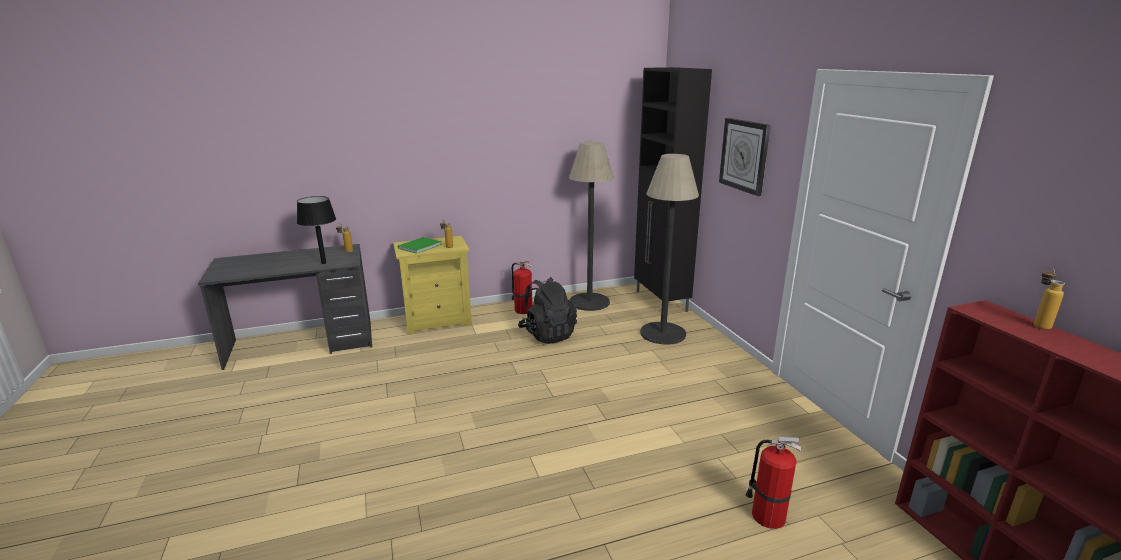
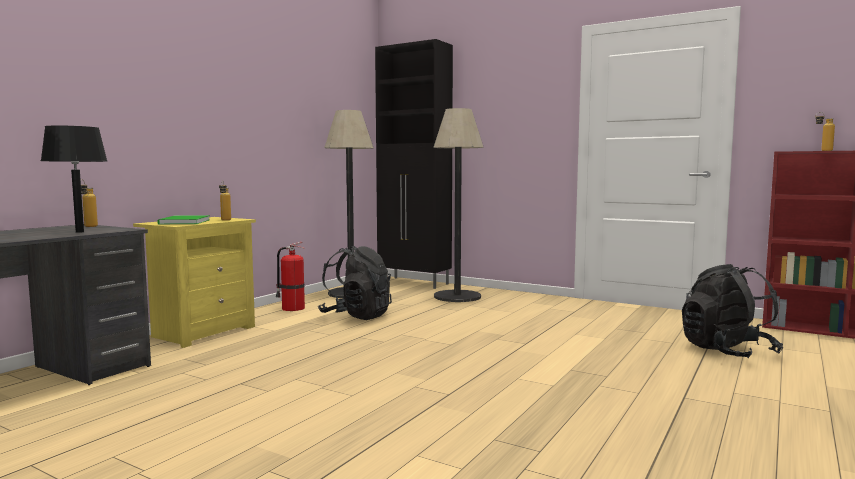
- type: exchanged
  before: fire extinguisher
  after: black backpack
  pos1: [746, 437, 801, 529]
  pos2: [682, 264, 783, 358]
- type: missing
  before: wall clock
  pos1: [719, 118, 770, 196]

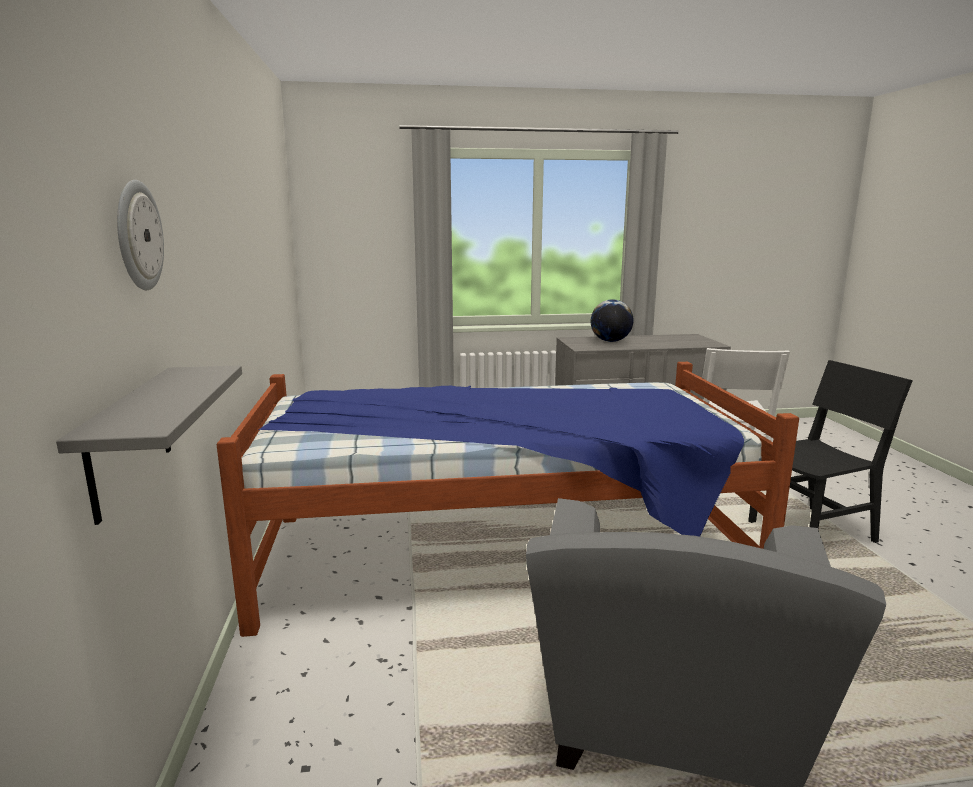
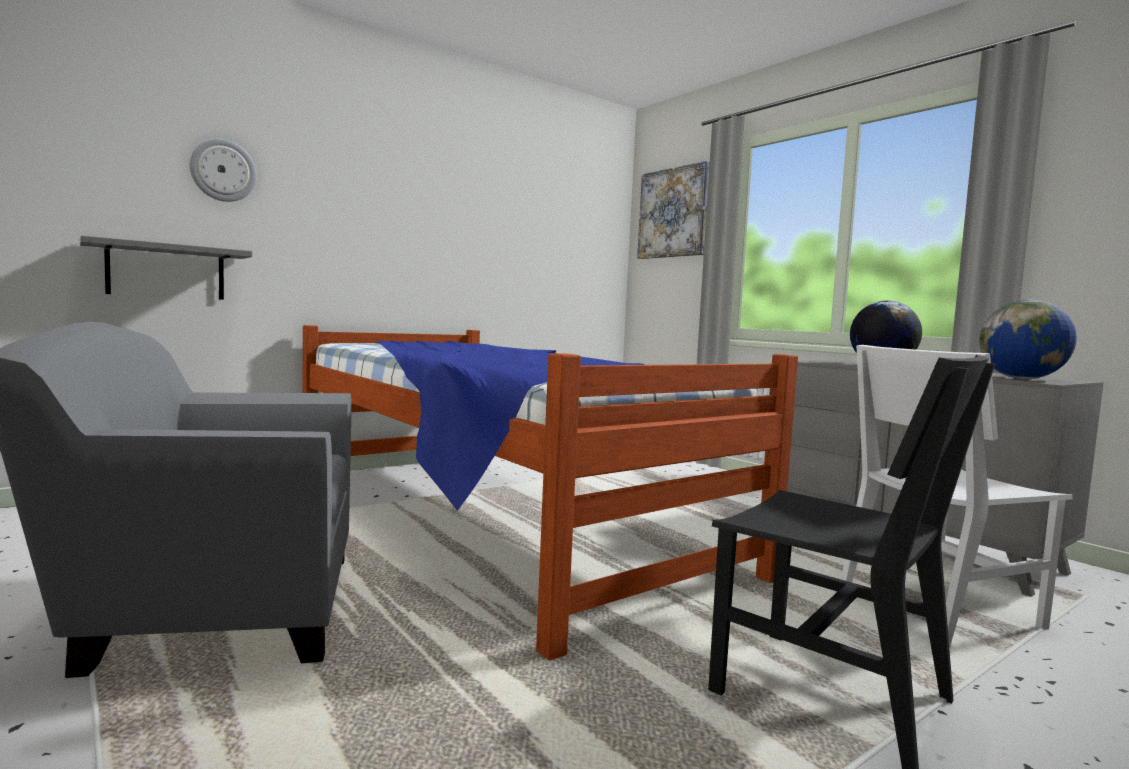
- type: appeared
  after: picture
  pos2: [637, 161, 710, 259]
- type: appeared
  after: globe
  pos2: [979, 300, 1077, 379]

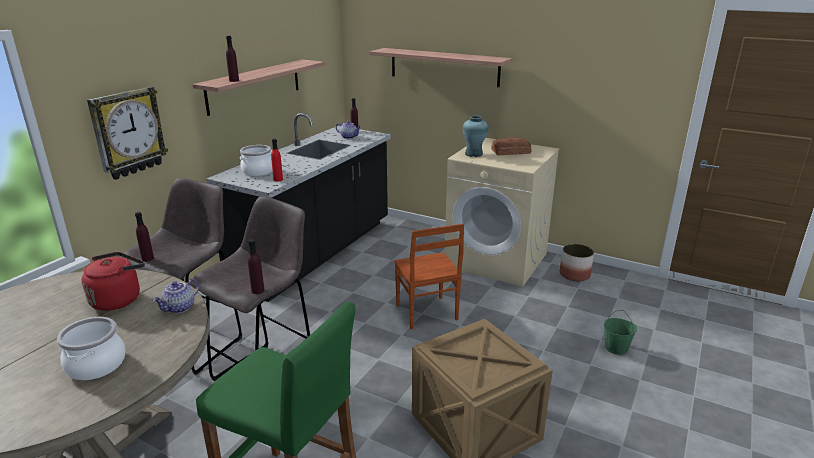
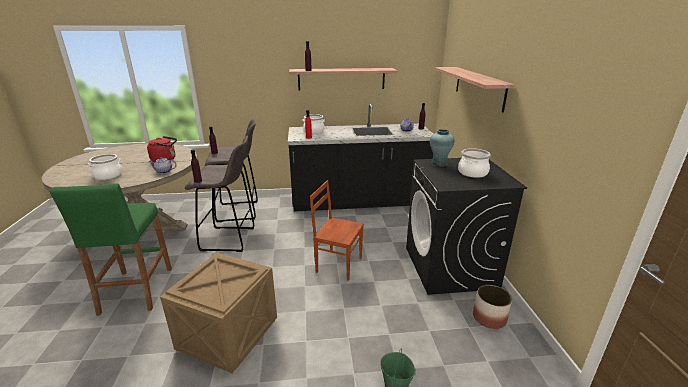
- type: spun
  before: brown chair
  pos1: [394, 224, 464, 329]
  pos2: [310, 180, 364, 281]
  turn: 75
- type: colour
  before: beige washing machine
  after: black washing machine
  pos1: [445, 138, 560, 287]
  pos2: [406, 158, 527, 295]
- type: exchanged
  before: bread
  after: cooking pot
  pos1: [491, 137, 531, 155]
  pos2: [458, 148, 491, 178]
- type: missing
  before: wall clock
  pos1: [87, 86, 168, 180]

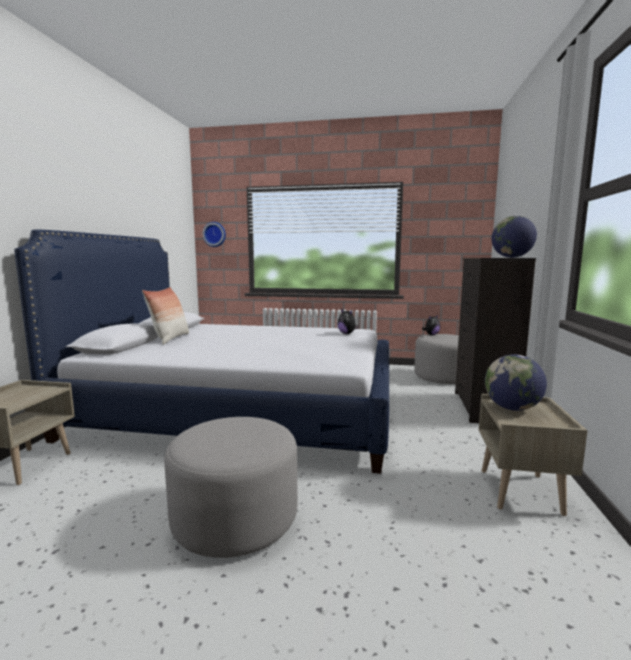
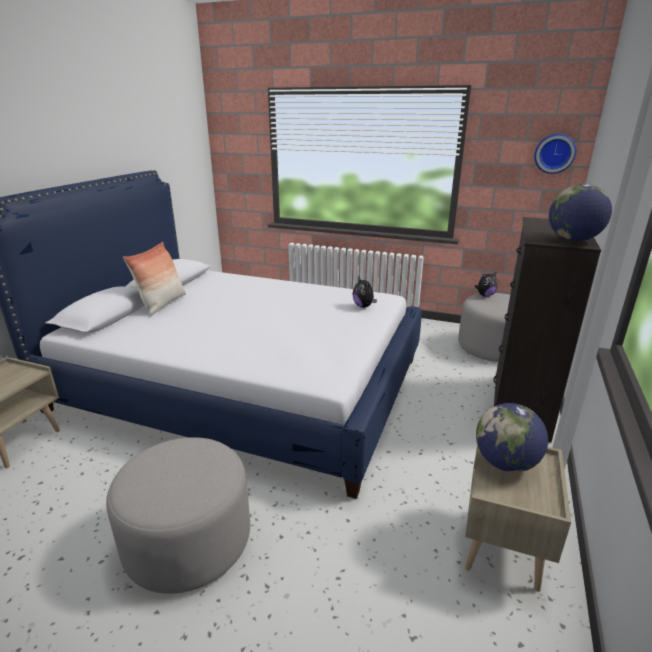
- type: relocated
  before: wall clock
  pos1: [202, 222, 226, 247]
  pos2: [534, 134, 576, 174]

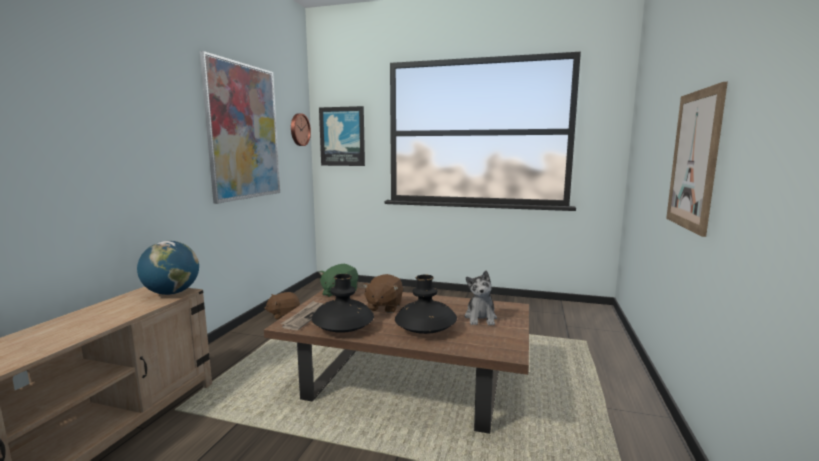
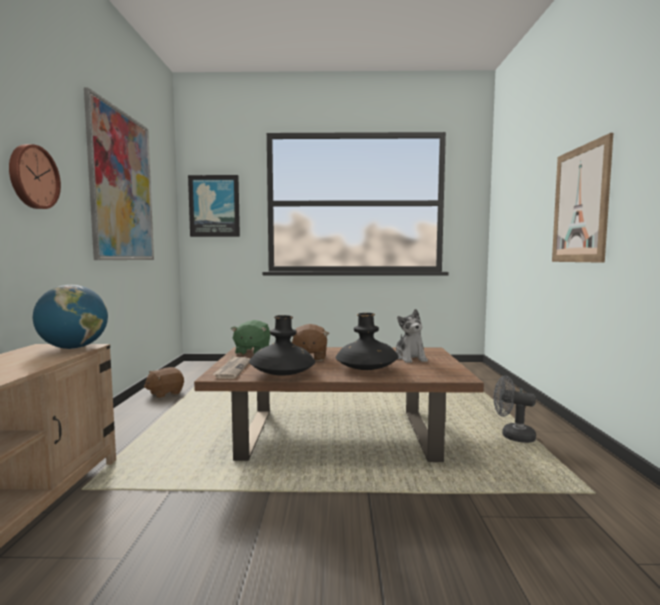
- type: relocated
  before: wall clock
  pos1: [291, 113, 311, 146]
  pos2: [9, 144, 61, 209]
- type: appeared
  after: grey fan
  pos2: [494, 376, 536, 443]

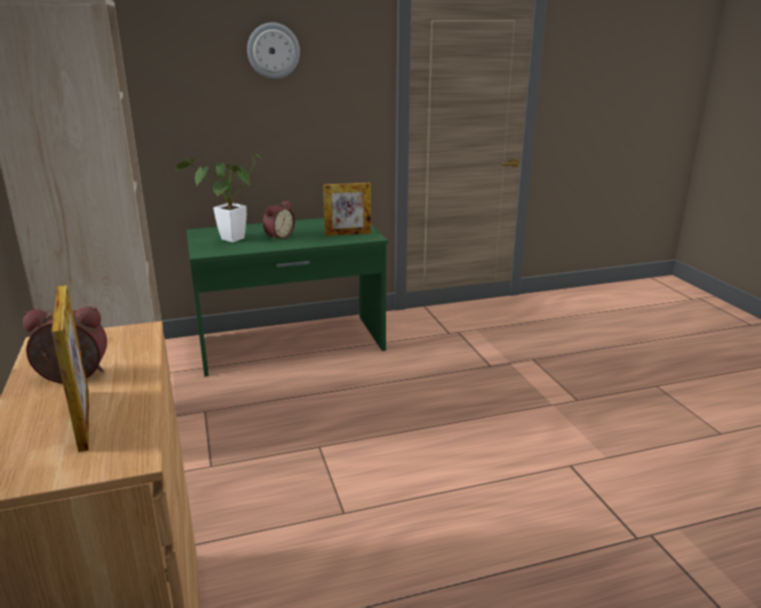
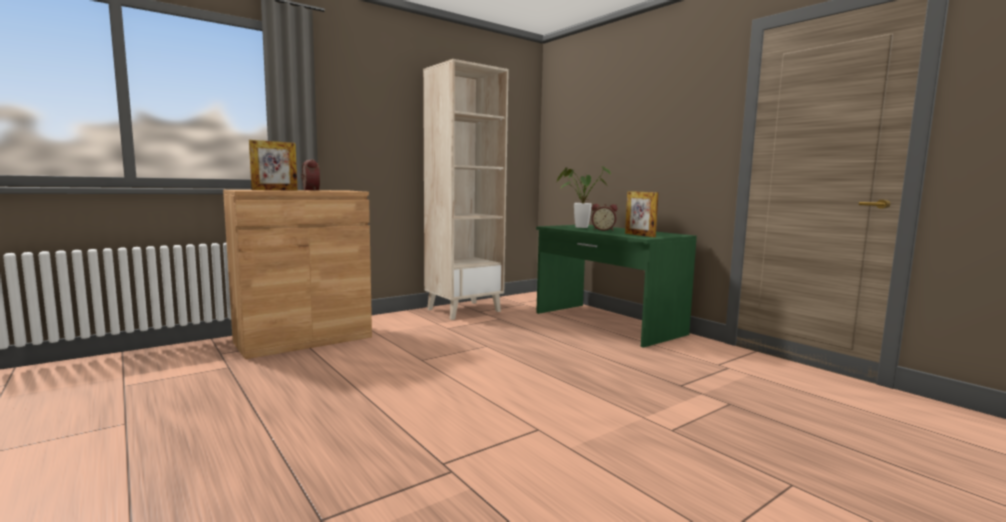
- type: missing
  before: wall clock
  pos1: [247, 22, 300, 79]

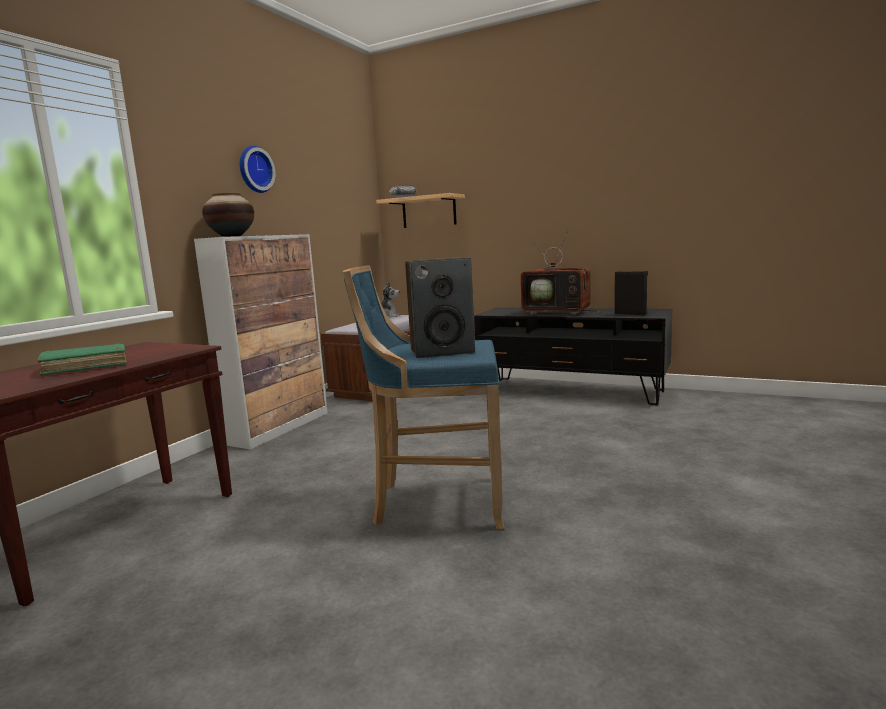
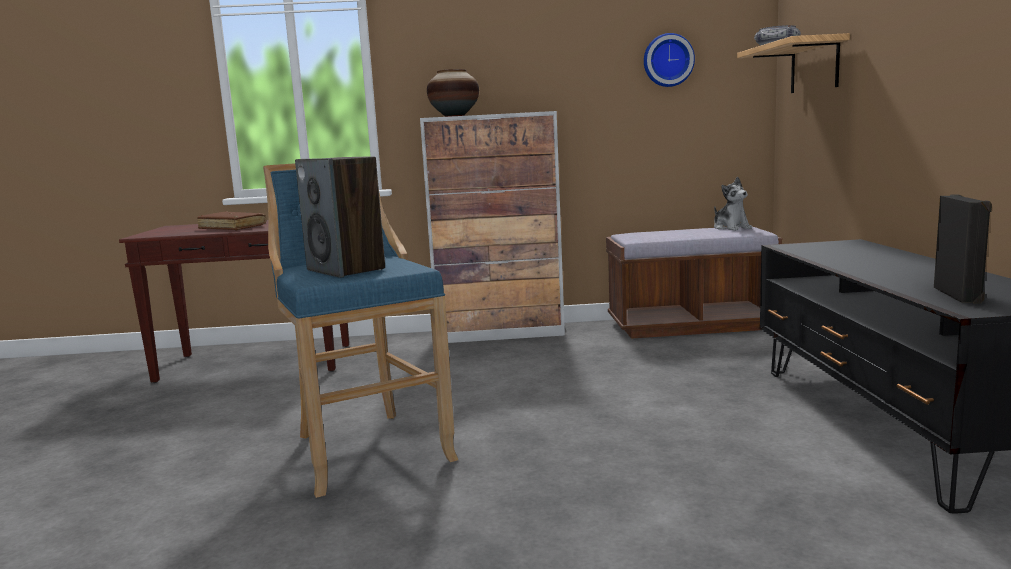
- type: colour
  before: green book
  after: brown book
  pos1: [37, 344, 127, 376]
  pos2: [197, 211, 266, 230]
- type: relocated
  before: wall clock
  pos1: [240, 146, 276, 193]
  pos2: [644, 33, 695, 87]
- type: missing
  before: television
  pos1: [521, 230, 601, 315]

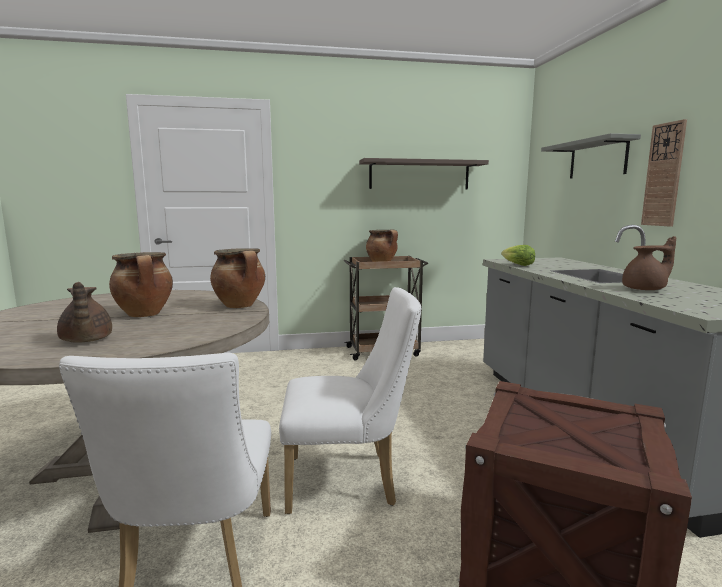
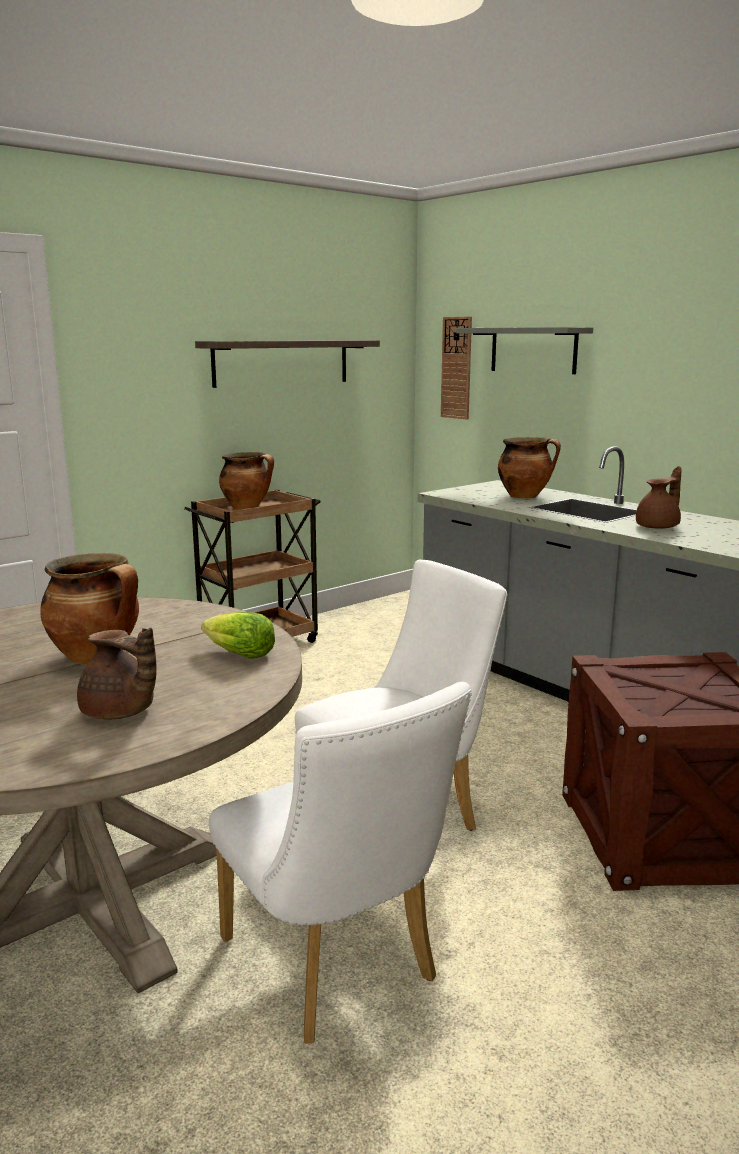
- type: relocated
  before: lettuce
  pos1: [501, 245, 535, 266]
  pos2: [201, 612, 275, 659]
- type: relocated
  before: wall clock
  pos1: [641, 119, 687, 227]
  pos2: [441, 317, 472, 419]
- type: relocated
  before: cooking pot
  pos1: [210, 248, 265, 308]
  pos2: [498, 437, 561, 499]

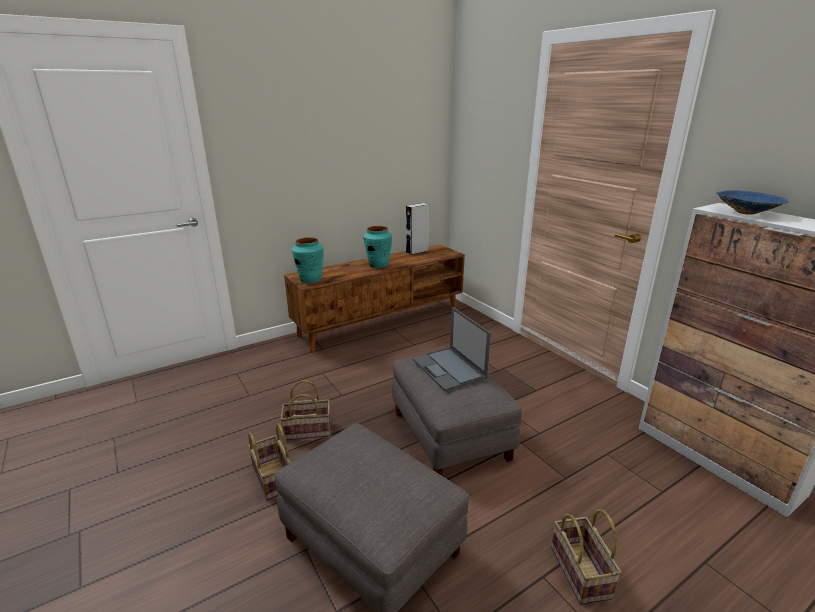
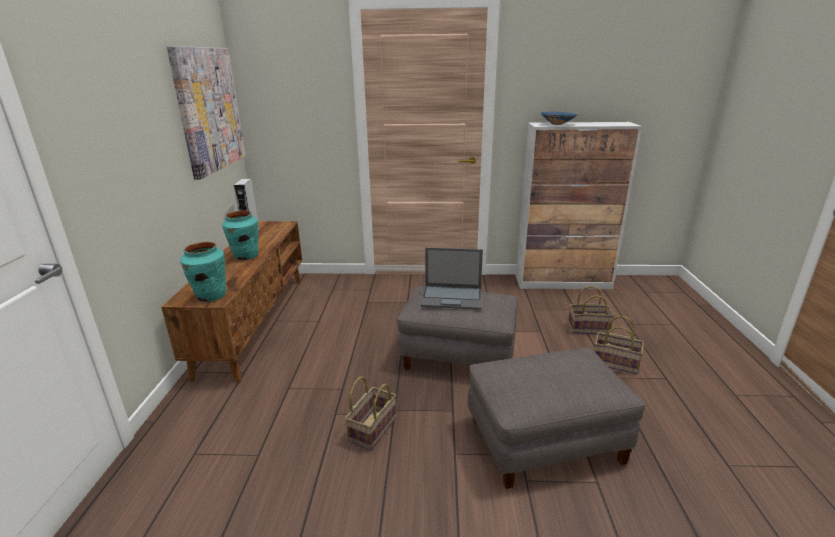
- type: appeared
  after: picture
  pos2: [167, 46, 245, 179]
- type: relocated
  before: basket
  pos1: [248, 423, 291, 500]
  pos2: [568, 286, 614, 334]

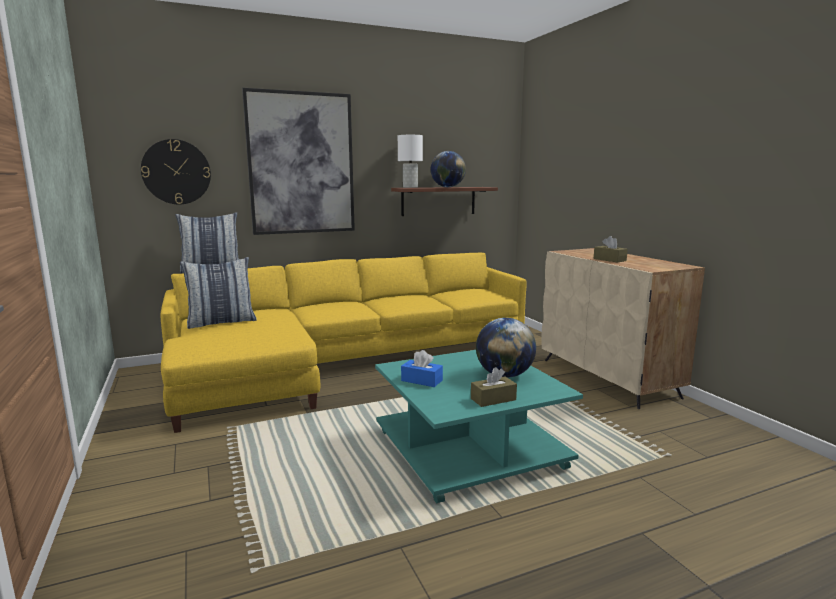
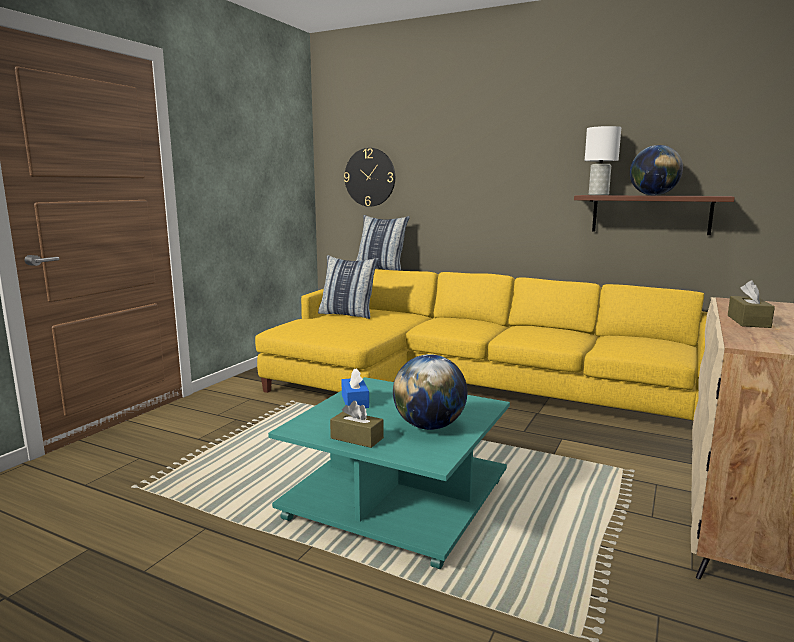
- type: missing
  before: picture
  pos1: [242, 88, 355, 235]

